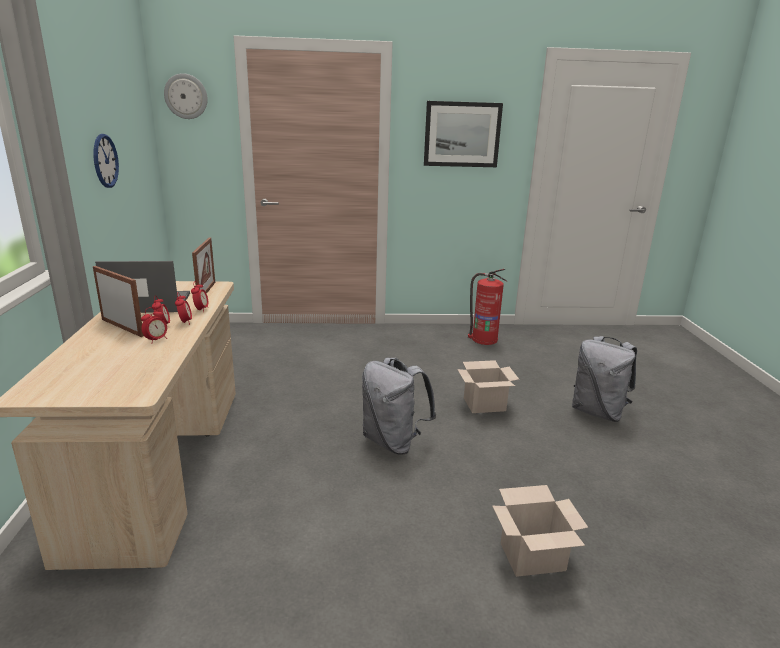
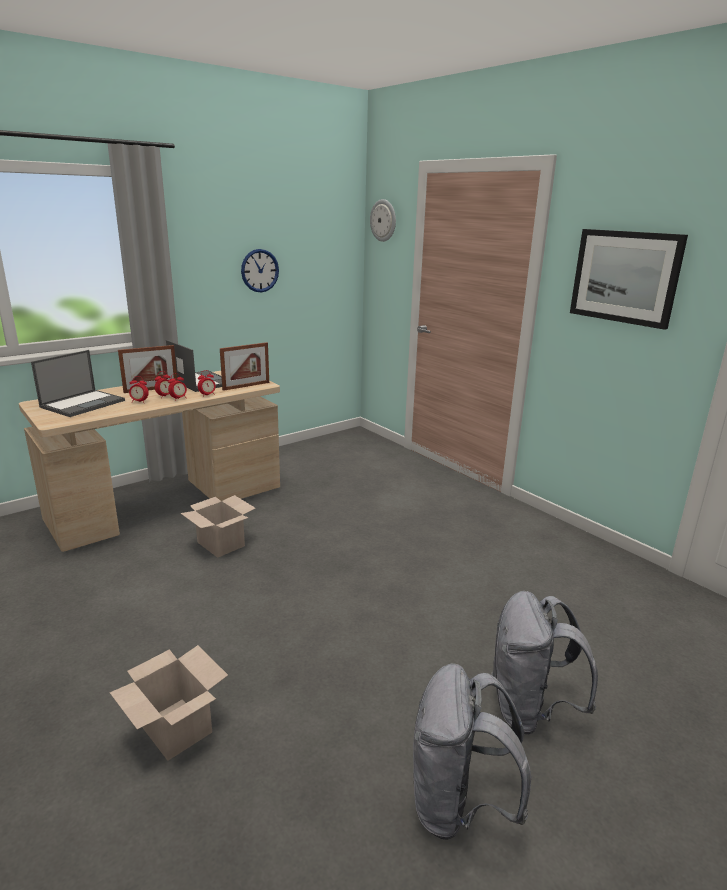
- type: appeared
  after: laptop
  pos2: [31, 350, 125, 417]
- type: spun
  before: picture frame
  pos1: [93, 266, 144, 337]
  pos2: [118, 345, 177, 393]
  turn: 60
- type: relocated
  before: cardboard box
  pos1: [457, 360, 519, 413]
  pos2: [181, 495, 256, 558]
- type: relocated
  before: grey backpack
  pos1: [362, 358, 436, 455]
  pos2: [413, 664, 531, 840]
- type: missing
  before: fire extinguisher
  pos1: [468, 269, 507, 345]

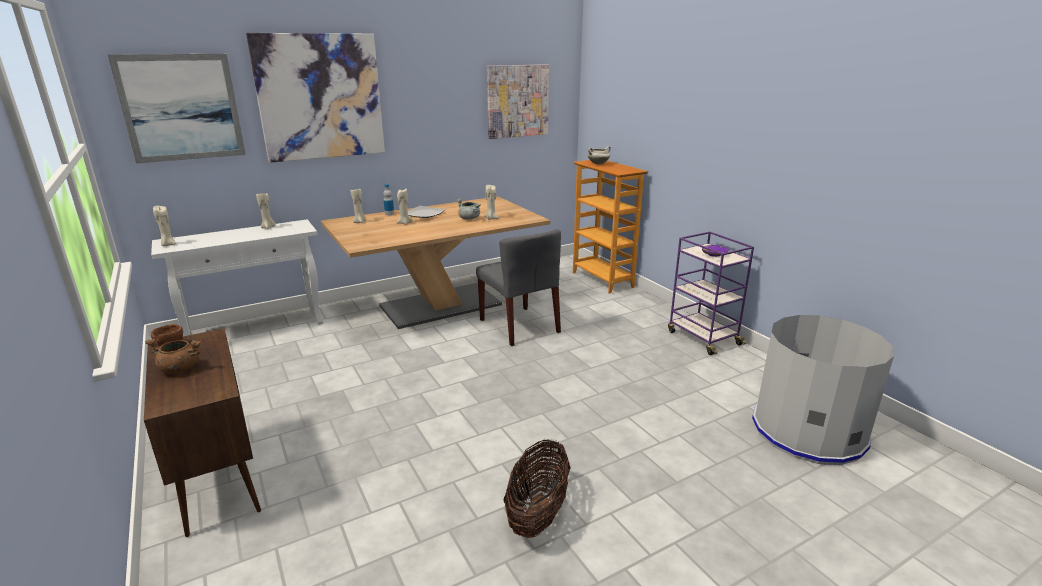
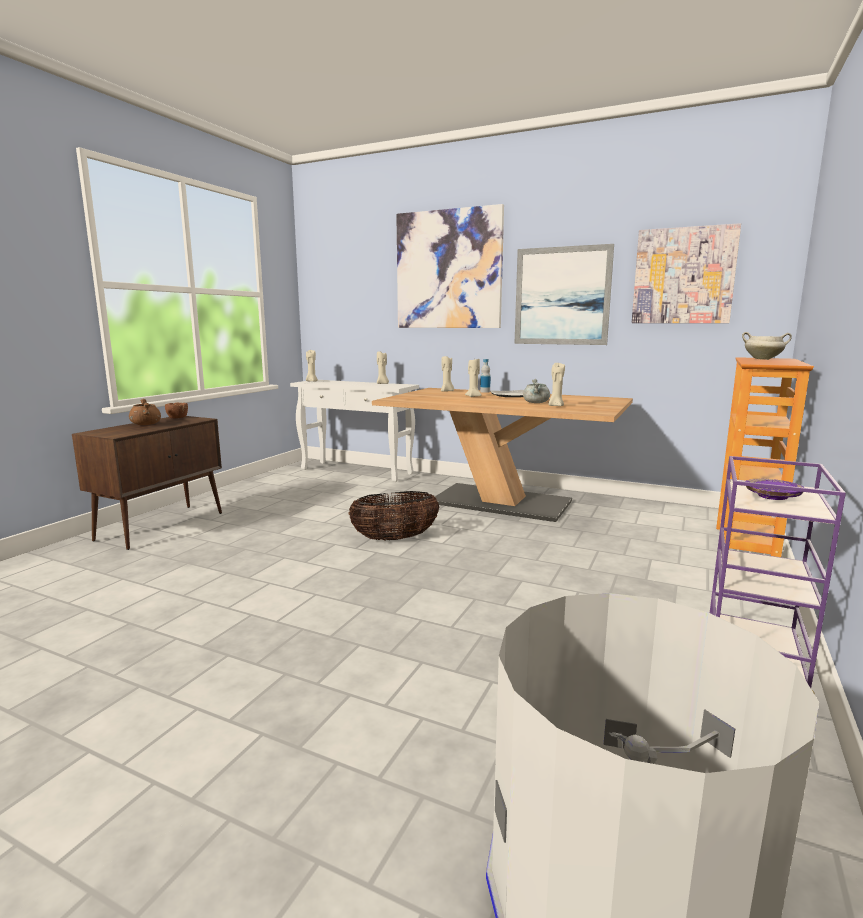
- type: relocated
  before: basket
  pos1: [504, 439, 571, 538]
  pos2: [348, 491, 440, 540]
- type: relocated
  before: picture
  pos1: [108, 54, 246, 164]
  pos2: [514, 244, 614, 345]
- type: missing
  before: grey chair
  pos1: [476, 229, 561, 346]

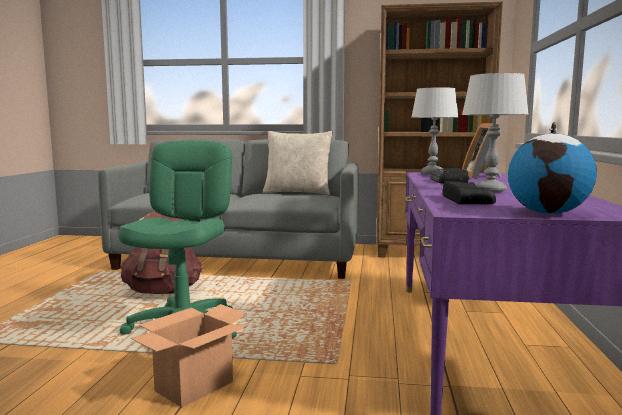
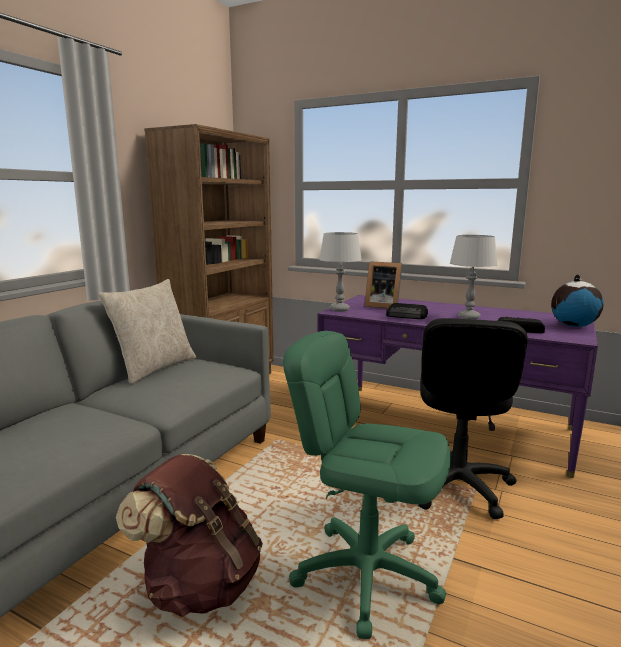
- type: appeared
  after: black office chair
  pos2: [418, 318, 528, 519]
- type: missing
  before: cardboard box
  pos1: [131, 304, 247, 407]

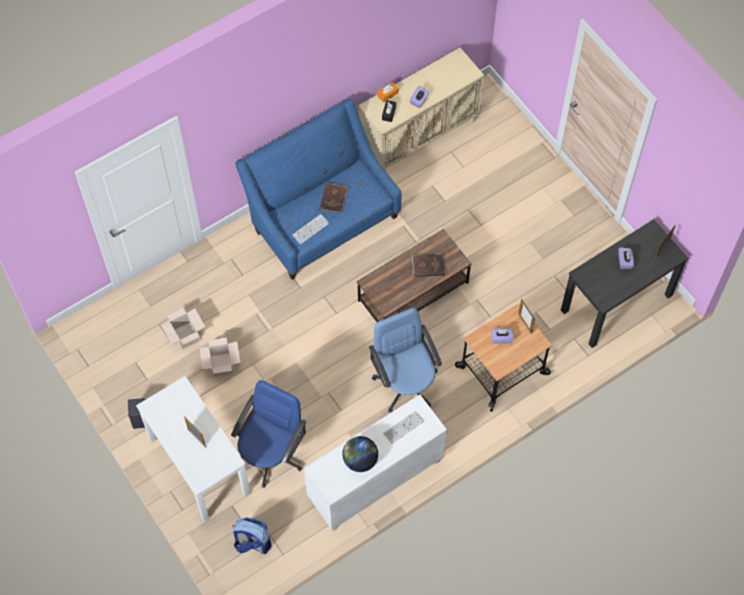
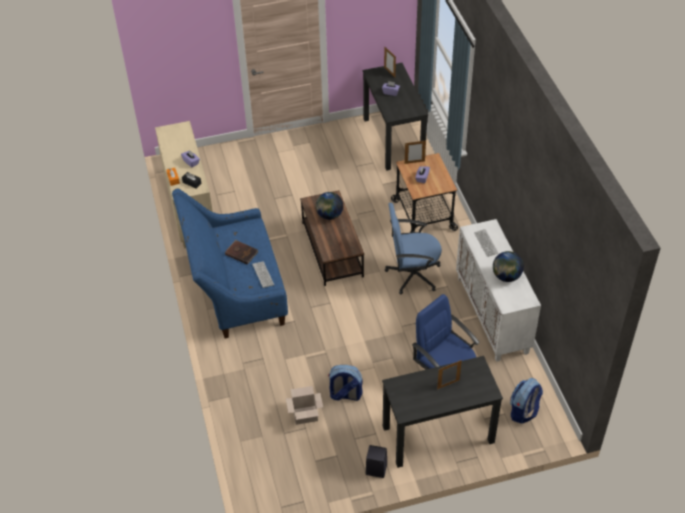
- type: exchanged
  before: brown book
  after: globe
  pos1: [412, 254, 445, 277]
  pos2: [316, 192, 343, 220]
- type: exchanged
  before: cardboard box
  after: backpack
  pos1: [199, 338, 241, 377]
  pos2: [328, 365, 363, 401]
- type: colour
  before: white desk
  after: black desk
  pos1: [136, 376, 251, 522]
  pos2: [382, 356, 503, 468]

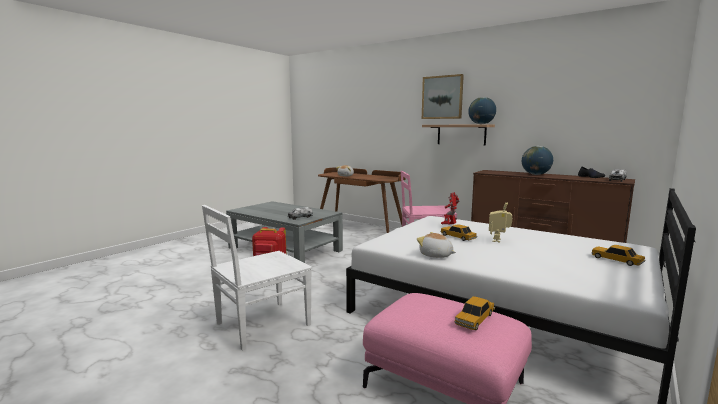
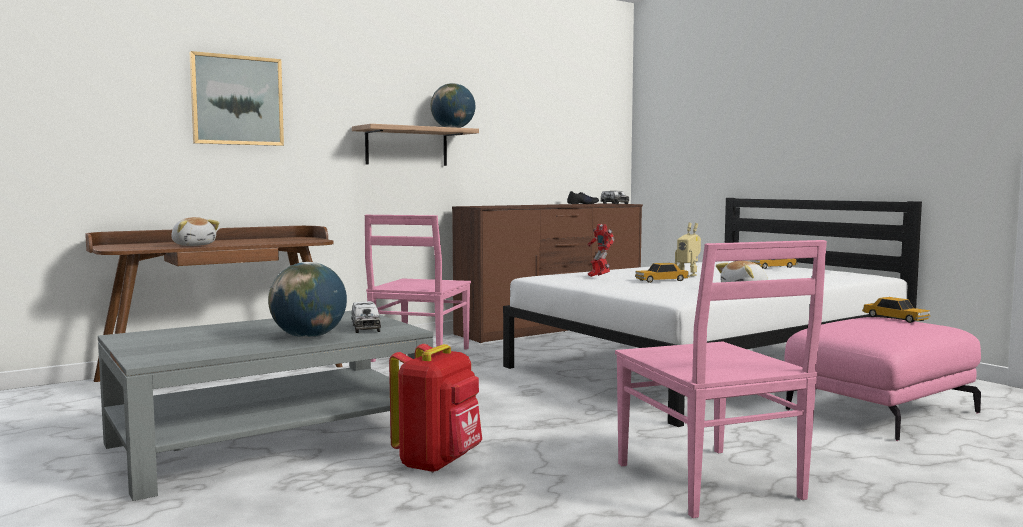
- type: relocated
  before: picture
  pos1: [422, 74, 464, 119]
  pos2: [189, 51, 284, 146]
- type: relocated
  before: globe
  pos1: [522, 146, 553, 175]
  pos2: [268, 262, 347, 338]
- type: colour
  before: white chair
  after: pink chair
  pos1: [202, 205, 312, 351]
  pos2: [615, 240, 827, 518]

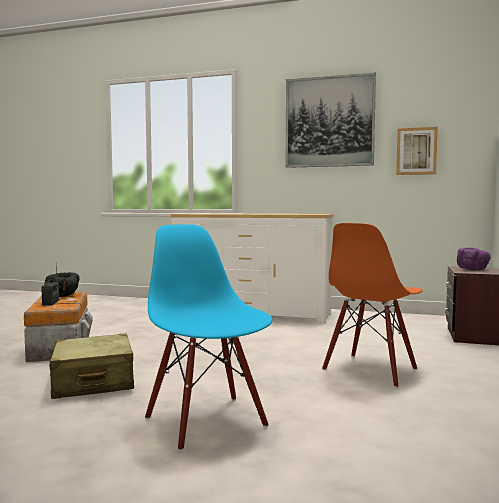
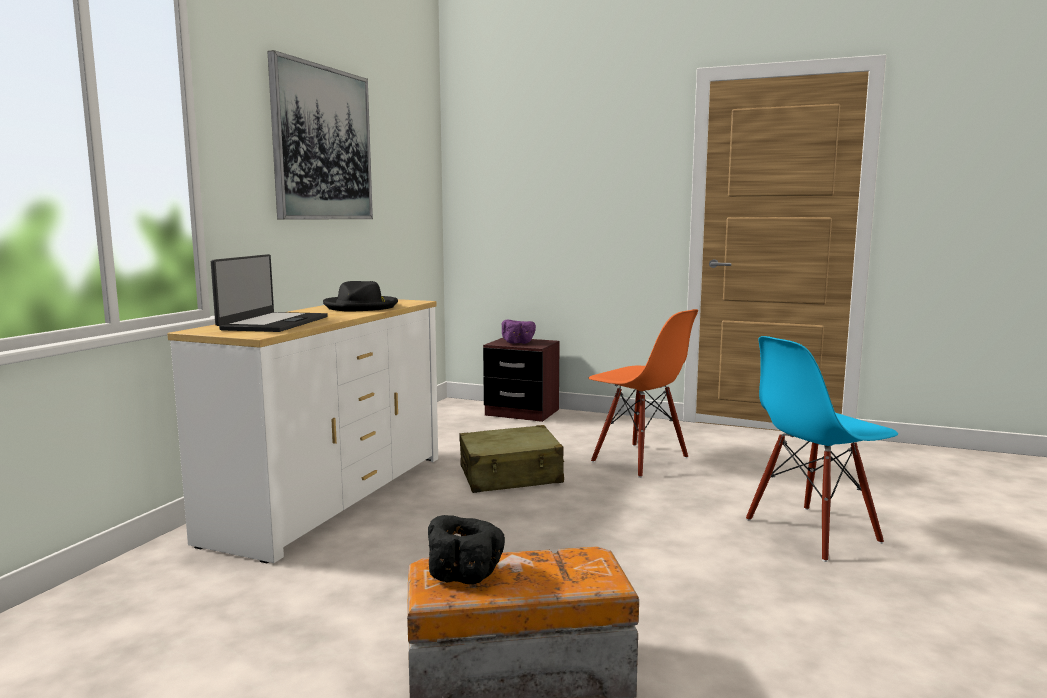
- type: appeared
  after: laptop
  pos2: [211, 254, 328, 332]
- type: appeared
  after: black hat
  pos2: [323, 281, 398, 312]
- type: relocated
  before: beige suitcase
  pos1: [49, 334, 134, 399]
  pos2: [459, 425, 564, 493]
- type: missing
  before: radio
  pos1: [41, 268, 59, 306]
- type: missing
  before: picture
  pos1: [396, 127, 438, 175]

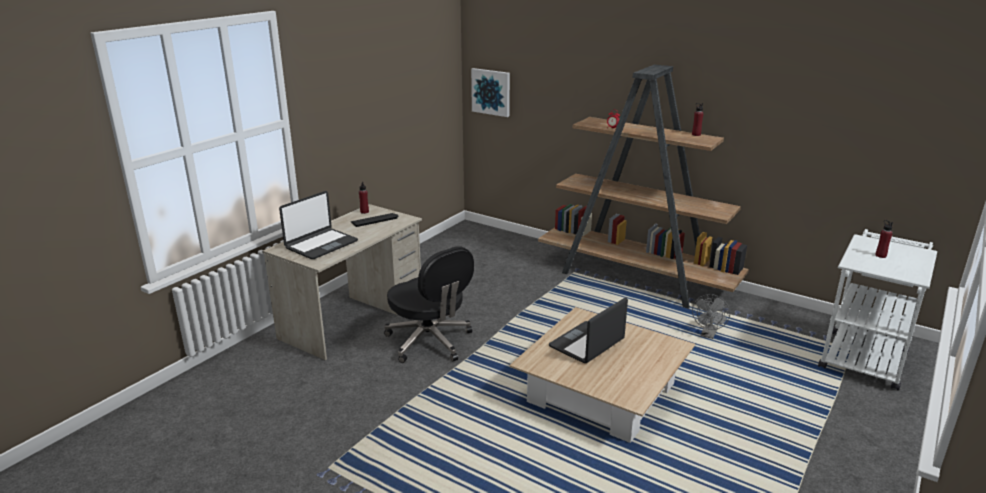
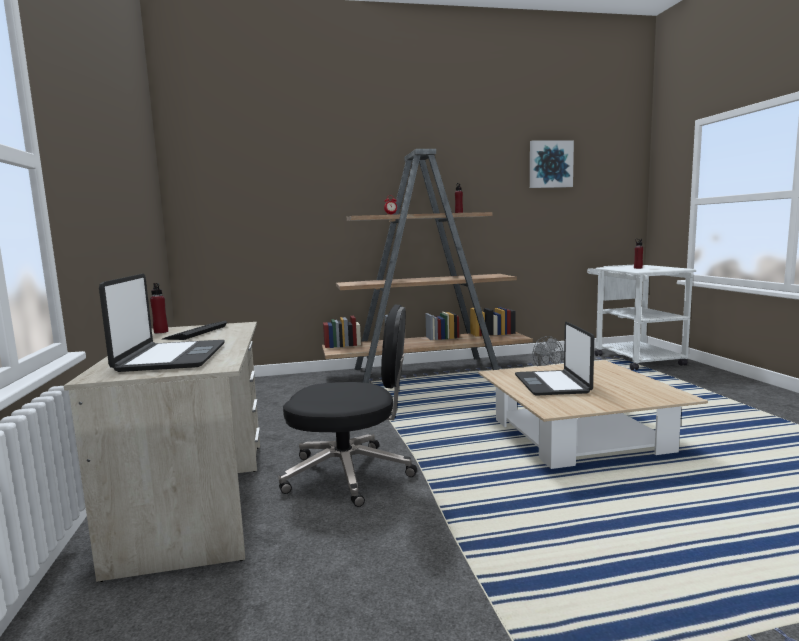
- type: relocated
  before: picture
  pos1: [471, 68, 510, 117]
  pos2: [530, 140, 574, 188]

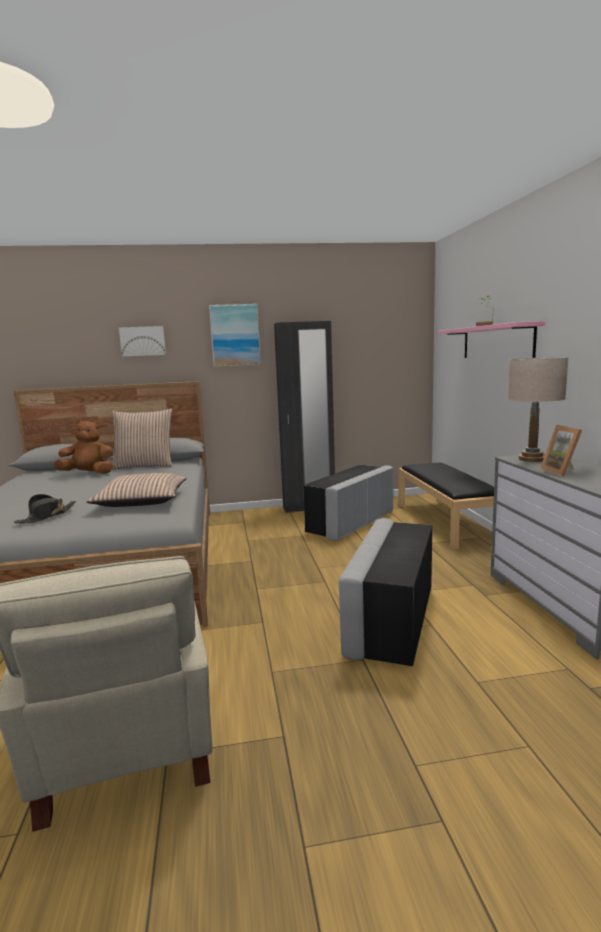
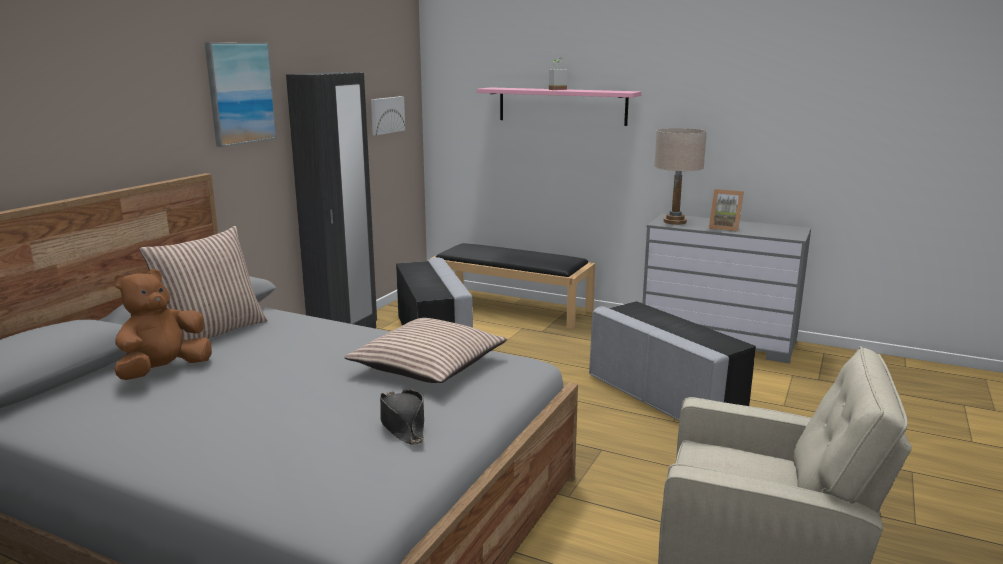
- type: relocated
  before: picture
  pos1: [119, 326, 166, 357]
  pos2: [371, 96, 405, 135]

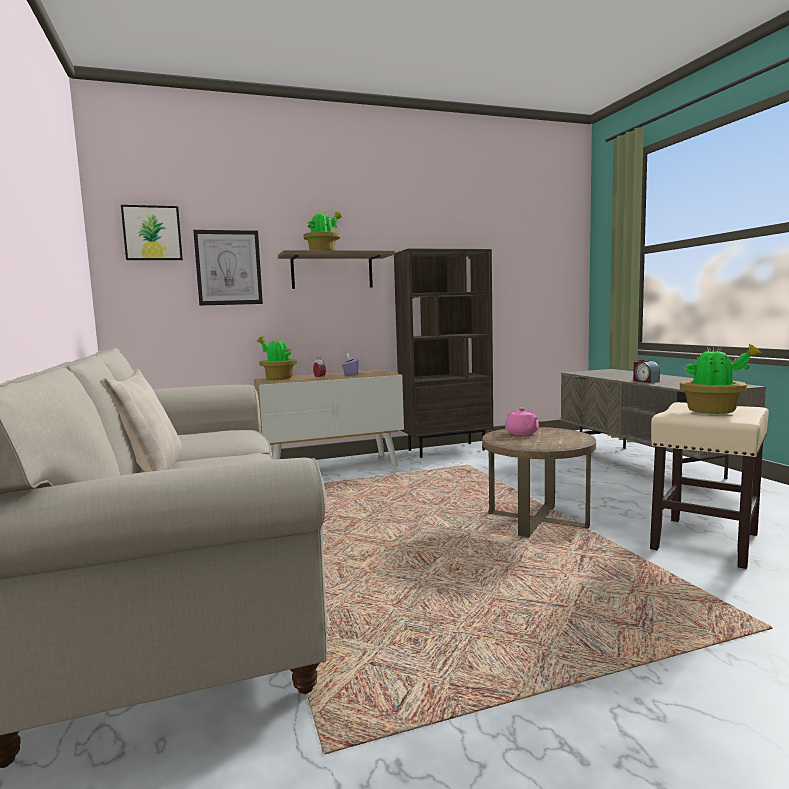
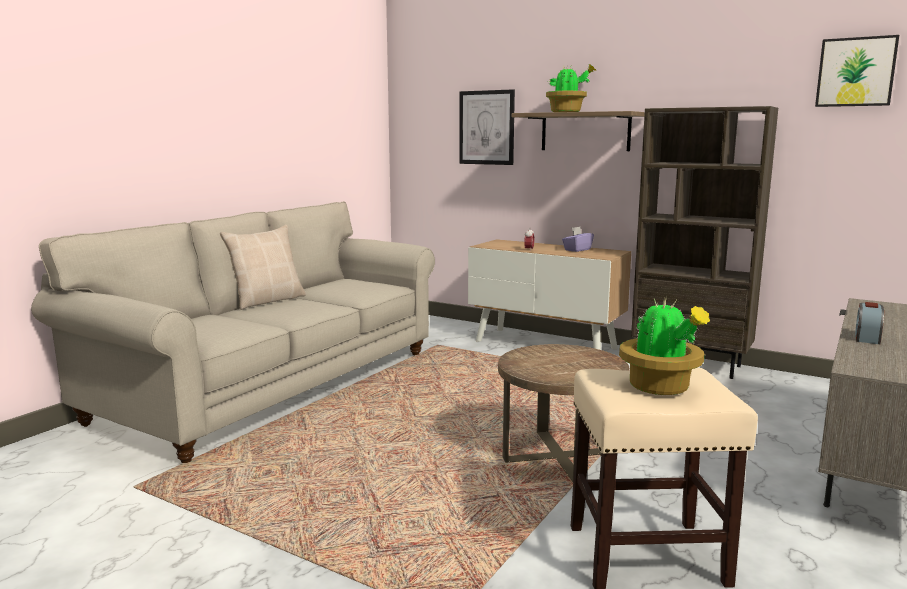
- type: relocated
  before: picture
  pos1: [121, 205, 183, 260]
  pos2: [815, 35, 899, 107]
- type: missing
  before: potted plant
  pos1: [257, 336, 297, 380]
- type: missing
  before: pink teapot
  pos1: [505, 407, 539, 435]

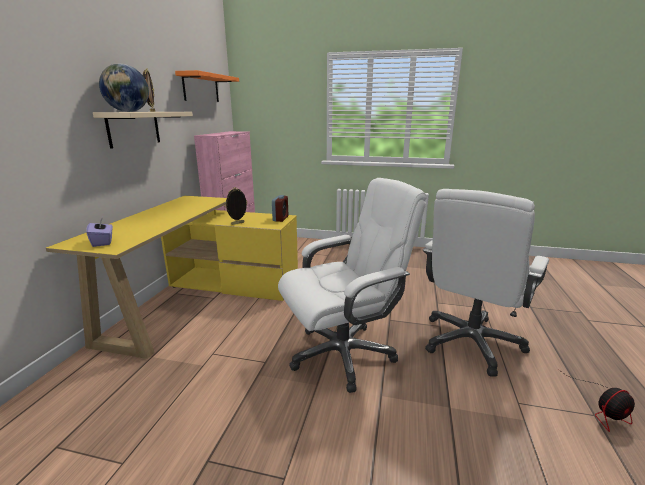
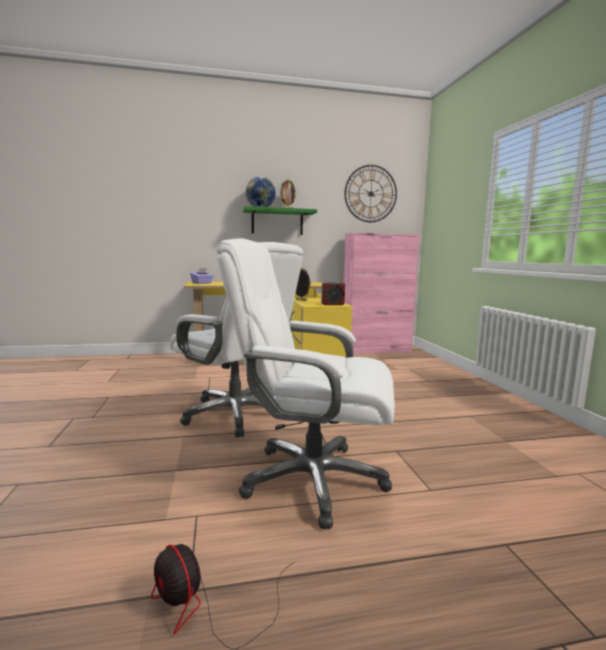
- type: colour
  before: beige shelf
  after: green shelf
  pos1: [93, 112, 193, 149]
  pos2: [243, 206, 317, 235]
- type: exchanged
  before: orange shelf
  after: wall clock
  pos1: [175, 70, 239, 102]
  pos2: [344, 165, 397, 222]

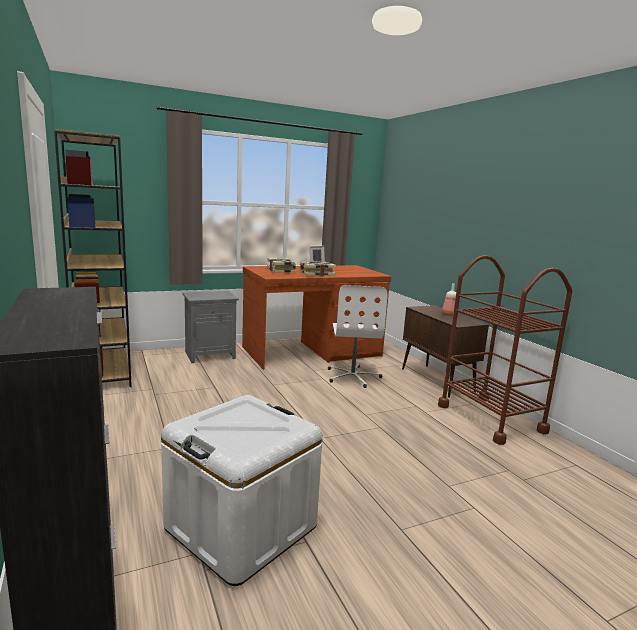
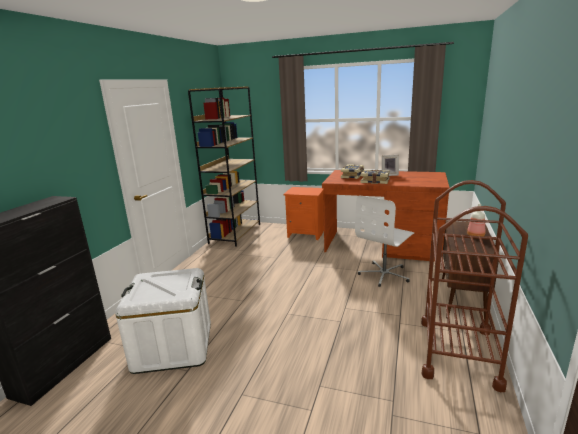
- type: colour
  before: grey nightstand
  after: orange nightstand
  pos1: [182, 291, 239, 363]
  pos2: [283, 187, 324, 240]

